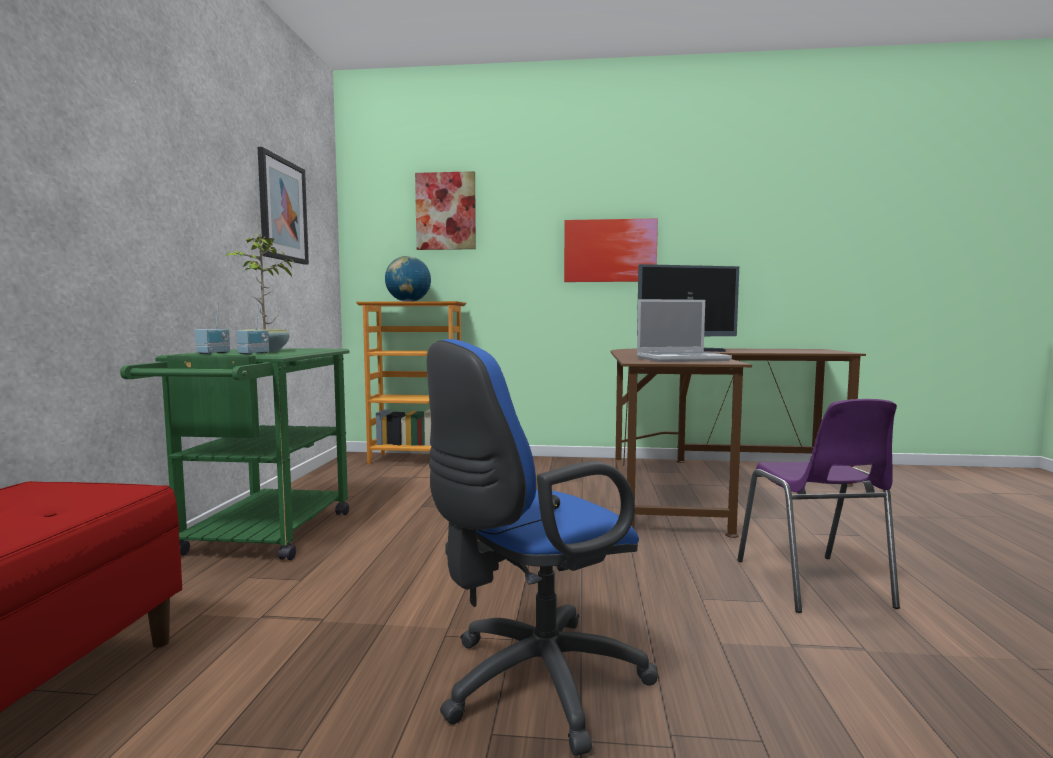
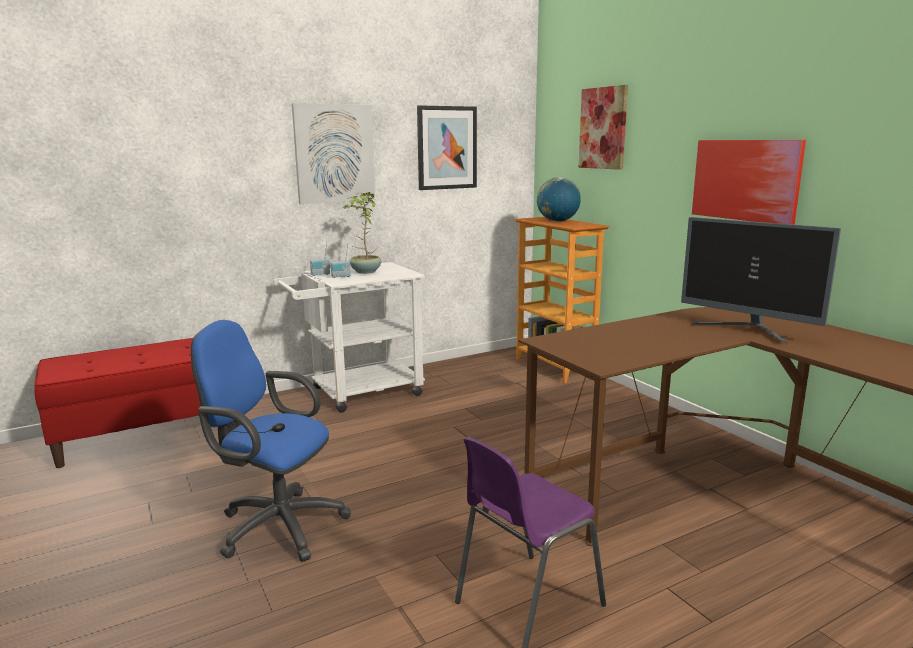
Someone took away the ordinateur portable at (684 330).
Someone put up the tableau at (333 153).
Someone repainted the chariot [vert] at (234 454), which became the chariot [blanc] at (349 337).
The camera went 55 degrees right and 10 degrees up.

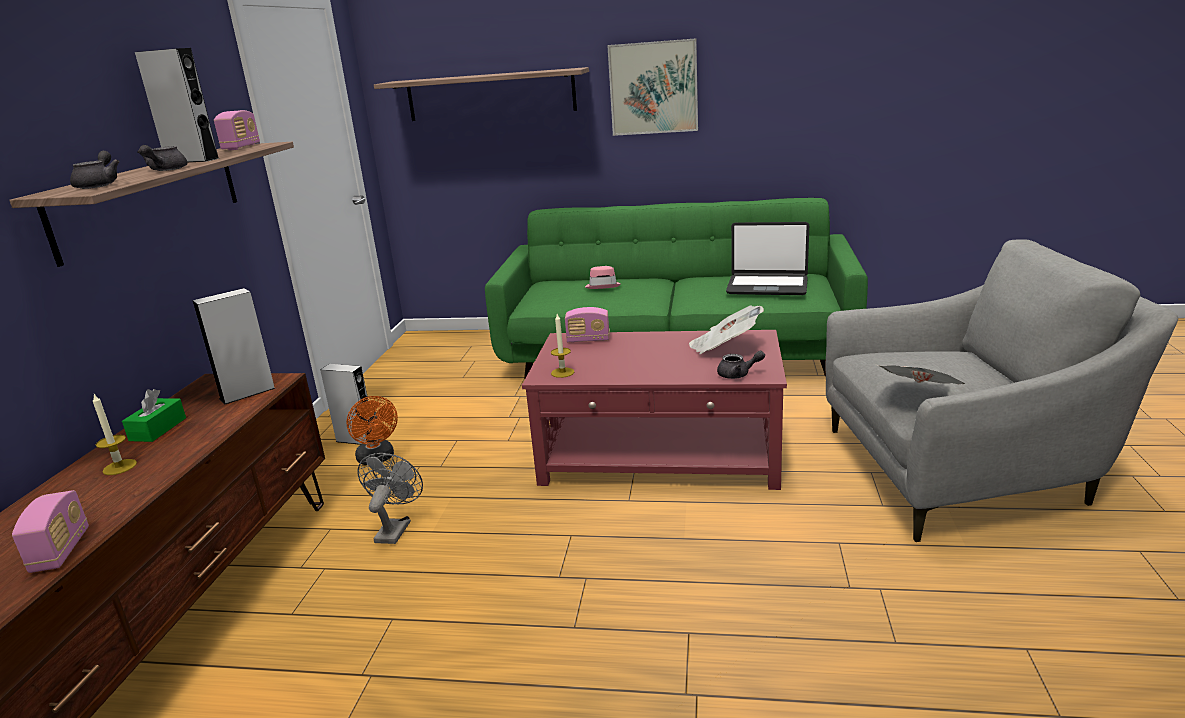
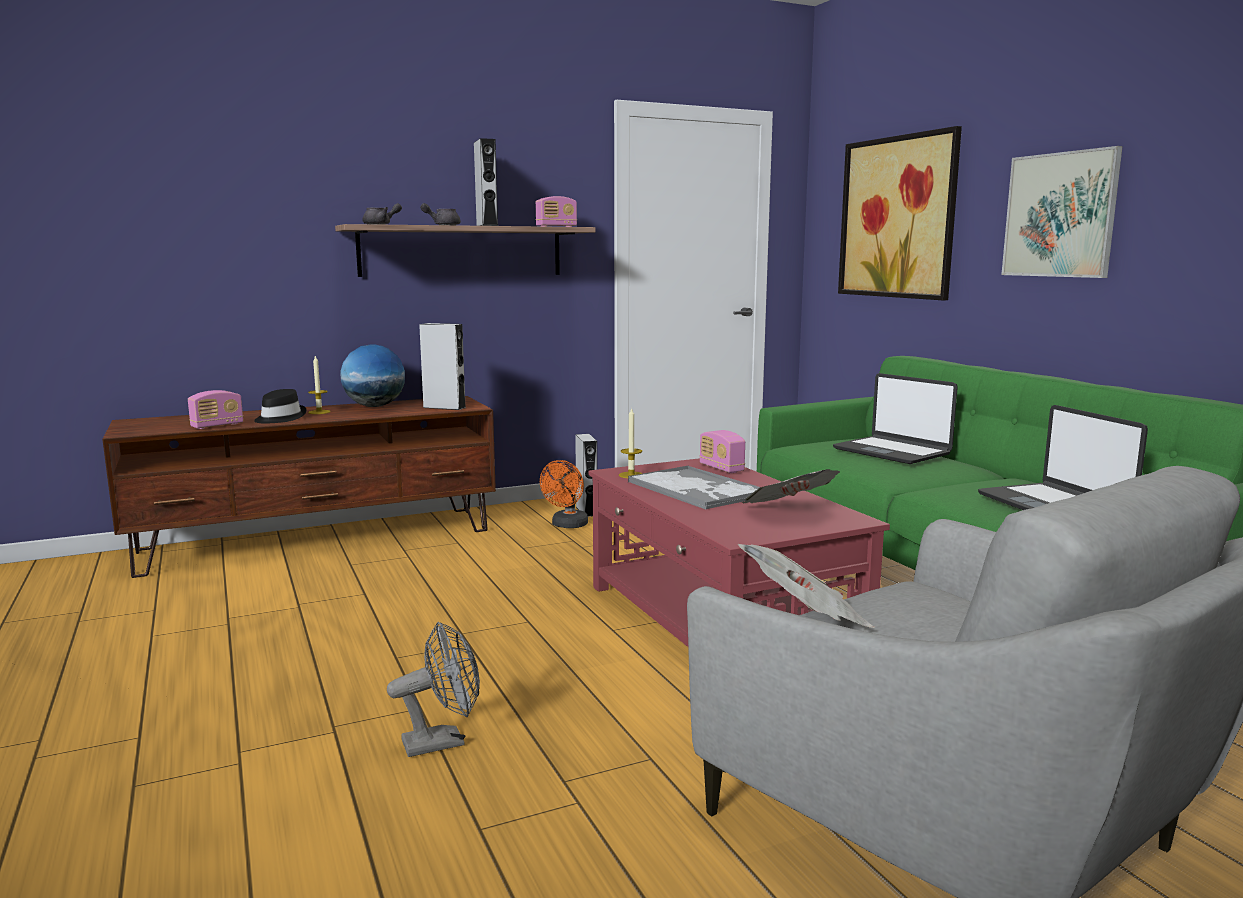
Someone took away the théière [gris] at (741 365).
Someone put down the chapeau [noir] at (280 406).
Someone put down the plateau at (694 487).
Someone carried the ventilateur [gris] from (390 498) to (433 689).
Someone swapped the boîte à mouchoirs [vert] at (154 415) for the globe at (373 376).
Someone swapped the étagère at (481 94) for the tableau at (900 213).
Someone swapped the chapeau [rose] at (603 277) for the ordinateur portable at (895 418).
The camera went 55 degrees right and 10 degrees down.

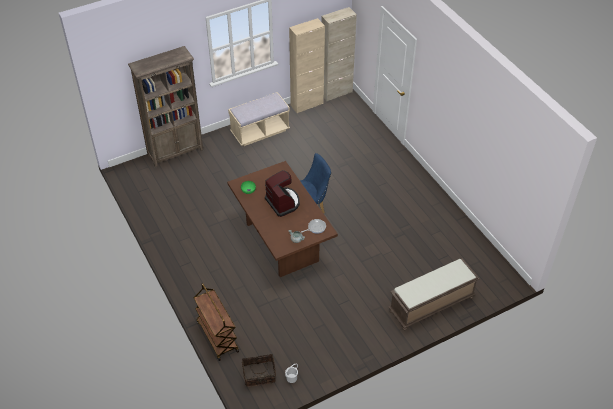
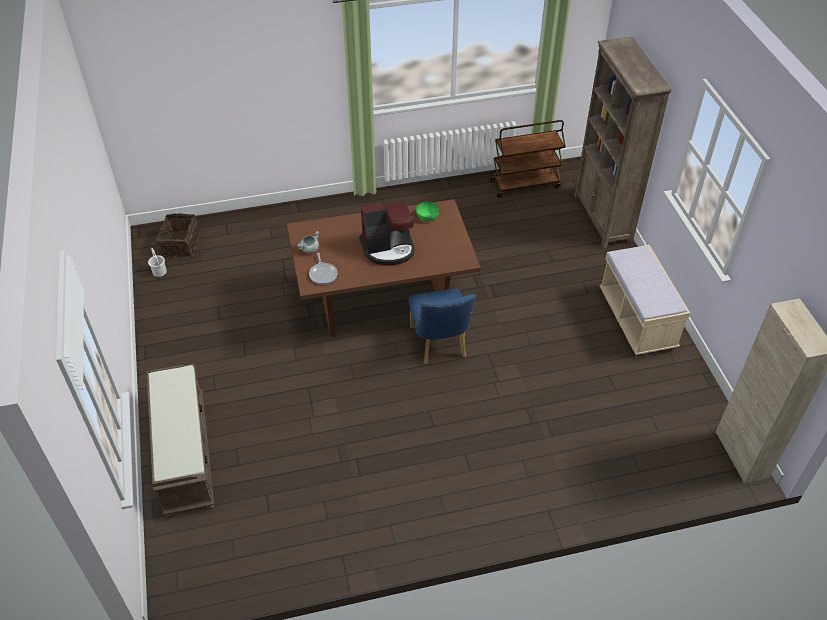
Someone took away the meuble de rangement [beige] at (307 65).
Someone carried the chariot [marron] from (216 322) to (528 159).
The camera went 105 degrees right and 0 degrees up.

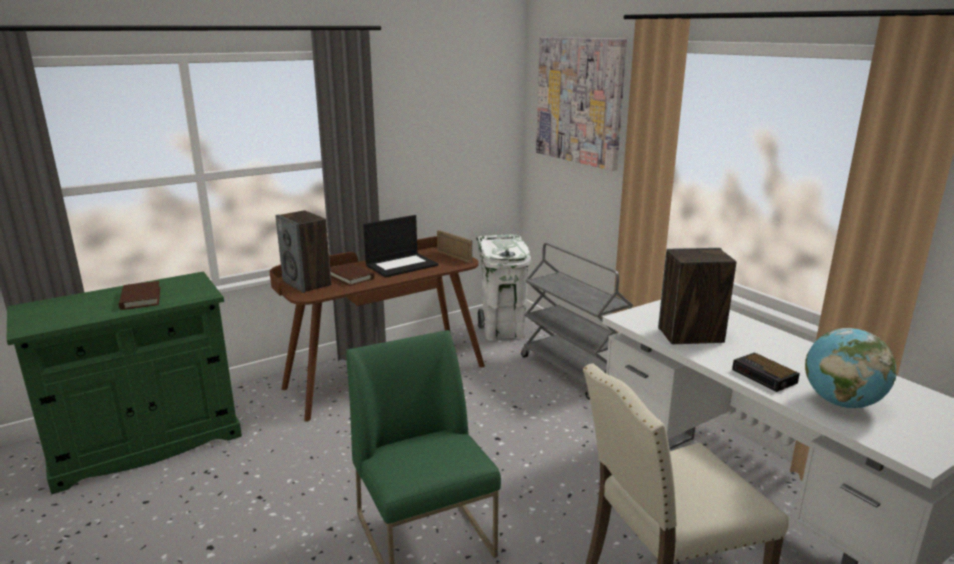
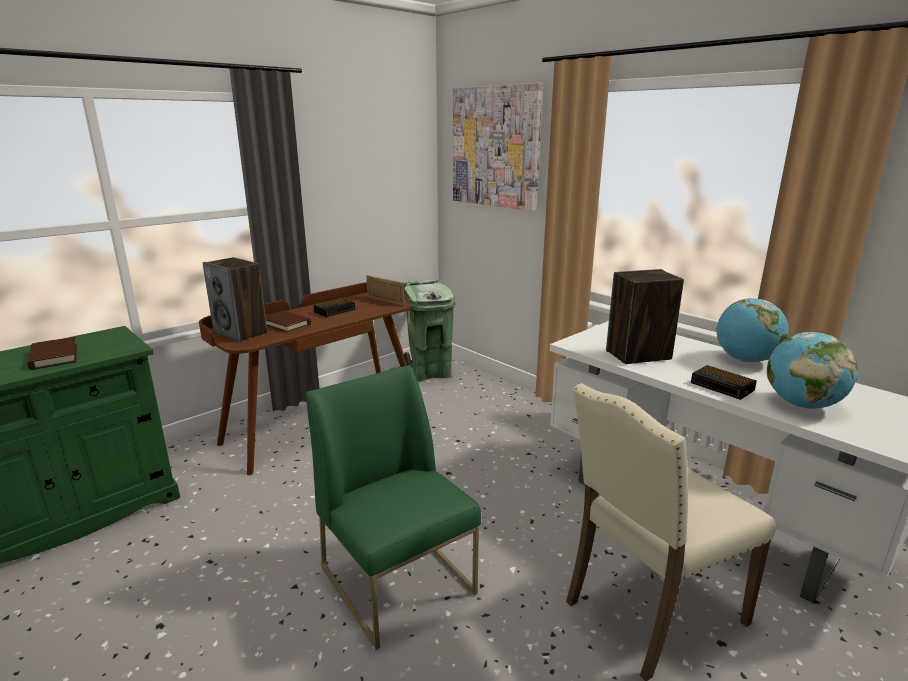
Someone took away the chariot [gris] at (577 321).
Someone put down the globe at (752 330).
Someone swapped the ordinateur portable at (400 246) for the réveil at (334 307).
Someone repainted the poubelle [blanc] at (503 287), which became the poubelle [vert] at (430 330).
The camera went 10 degrees left and 0 degrees up.

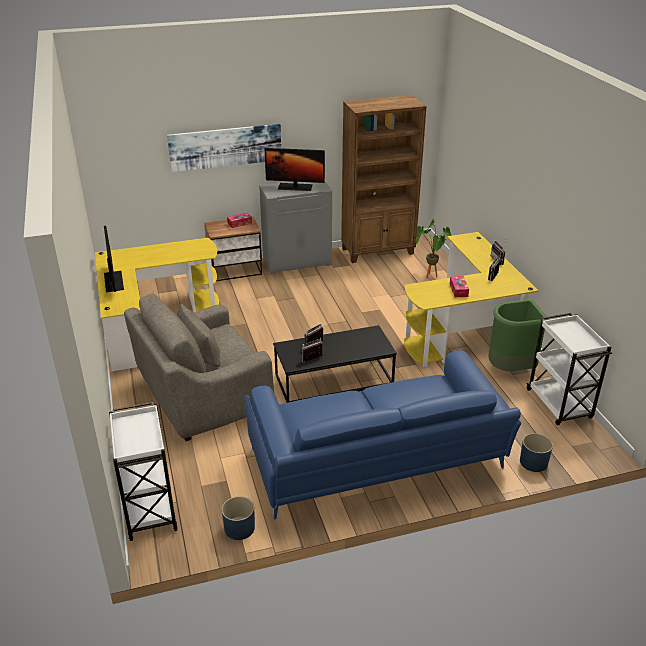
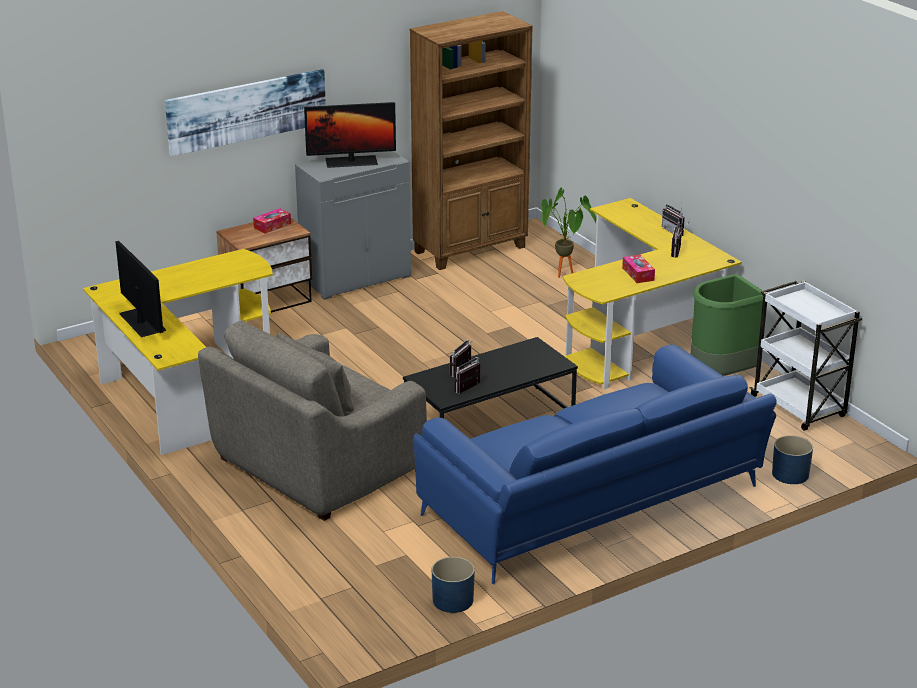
Someone took away the chariot [blanc] at (143 471).
The camera went 15 degrees left and 5 degrees down.

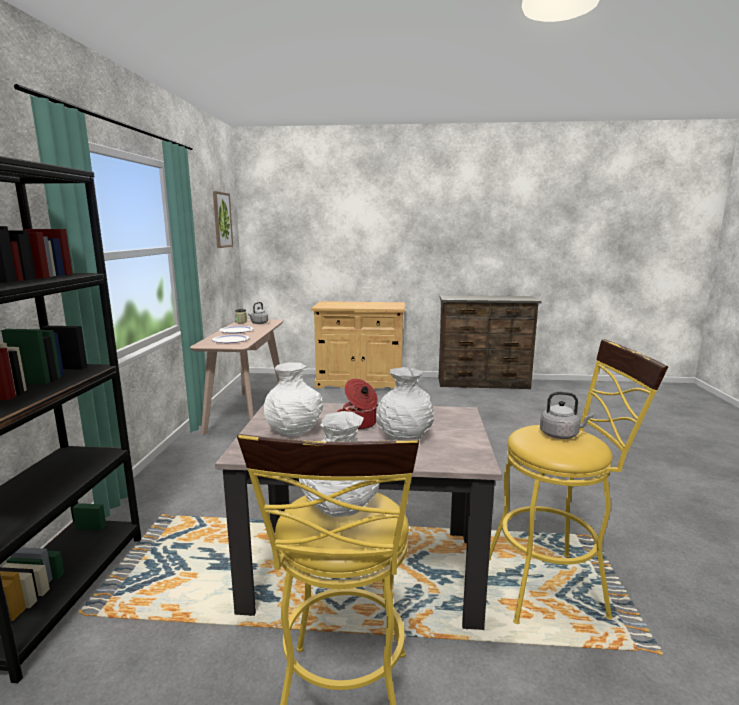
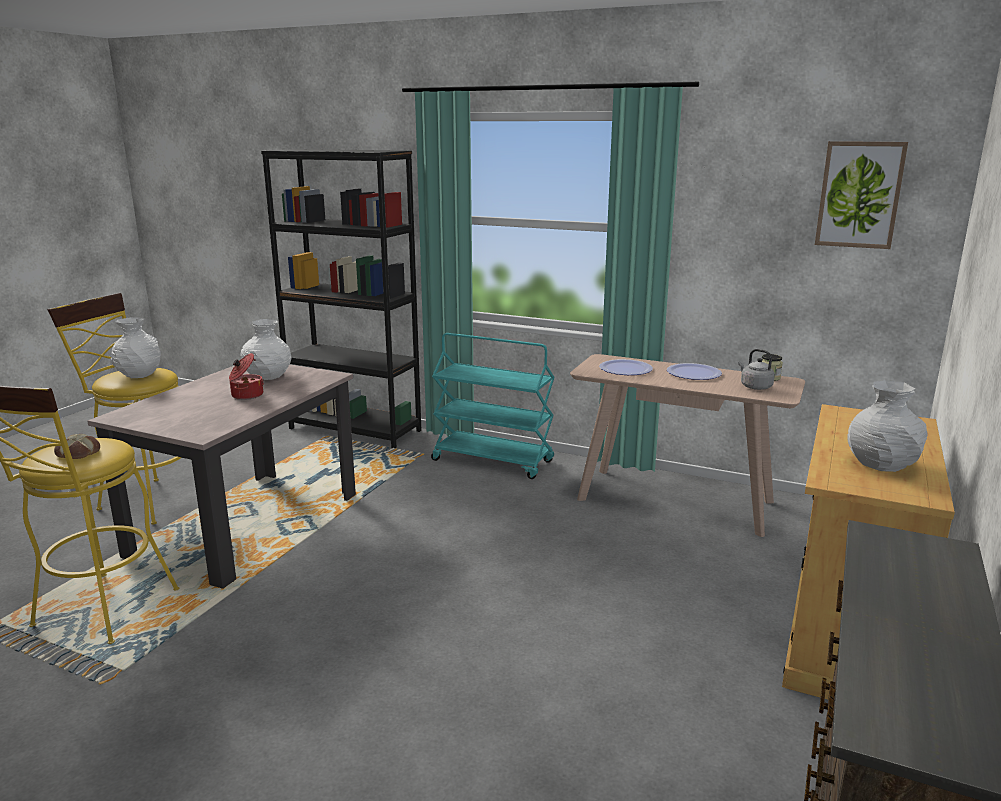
Someone put down the chariot [turquoise] at (493 406).
Someone carried the vase [blanc] from (405 403) to (888 426).
Someone swapped the bouilloire [gris] at (566 415) for the pain at (77 446).
The camera went 110 degrees right and 5 degrees up.

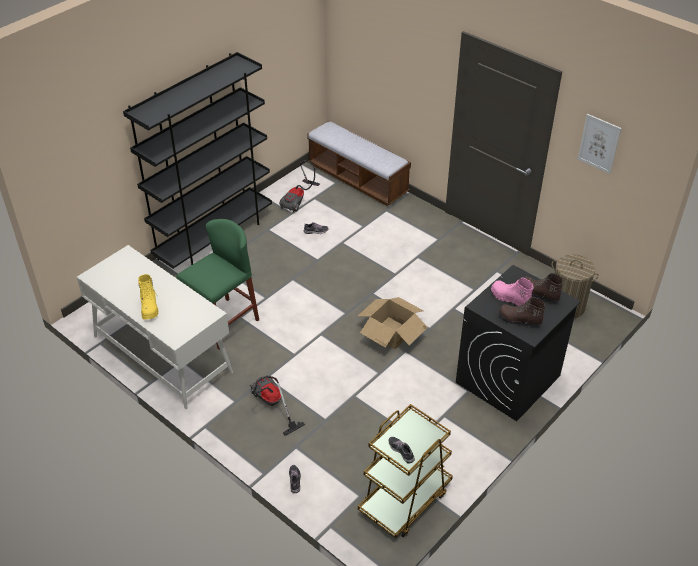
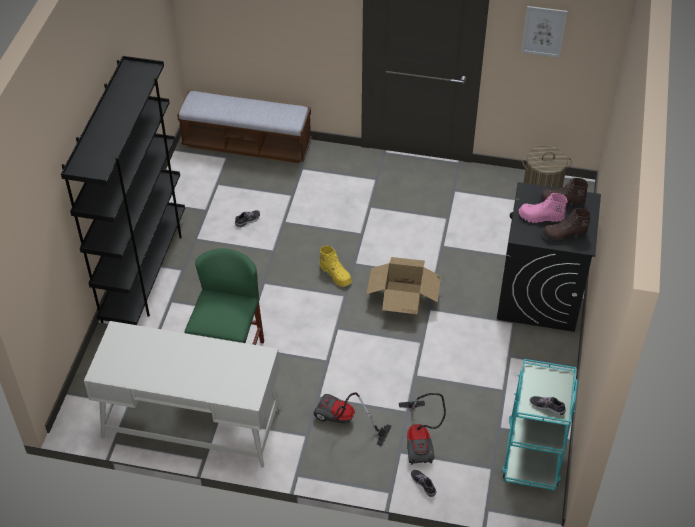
Someone carried the botte [jaune] from (148 297) to (335 266).
Someone carried the aspirateur from (299 186) to (422 429).
Someone repainted the chariot [marron] at (405 471), which became the chariot [turquoise] at (540 425).
The camera went 30 degrees left and 5 degrees up.

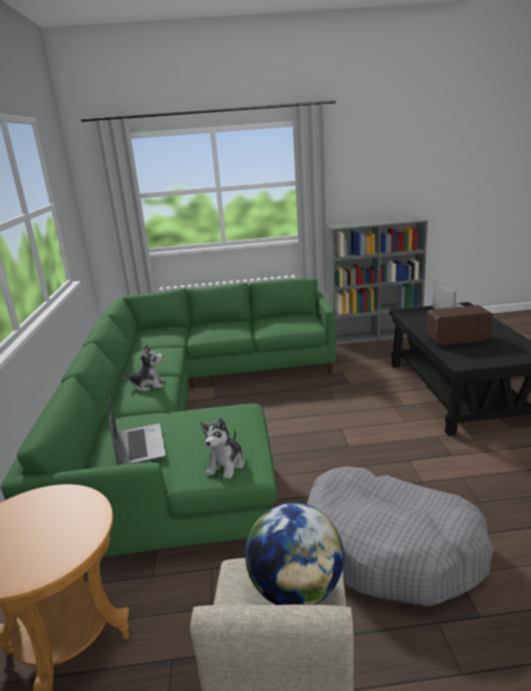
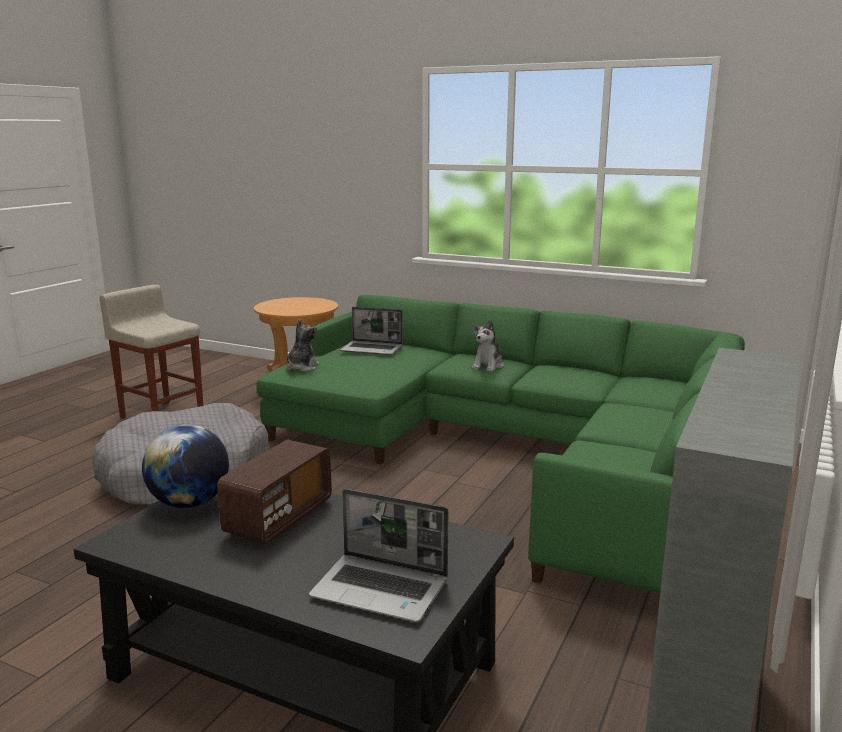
Someone carried the globe from (294 554) to (185 466).
Someone rotated the peluche at (222 448) by 60 degrees clockwise.
The camera went 120 degrees right and 5 degrees down.

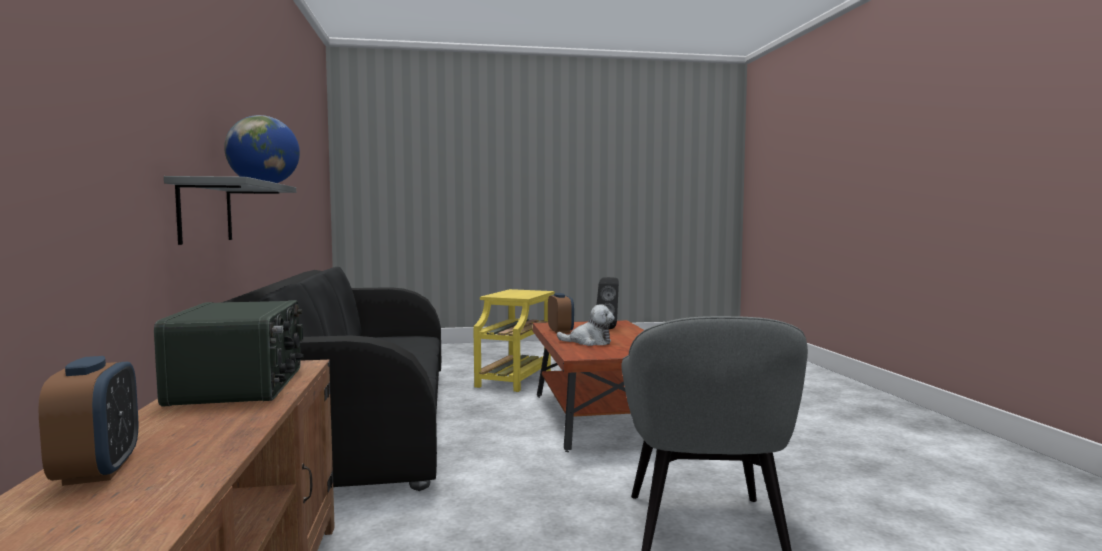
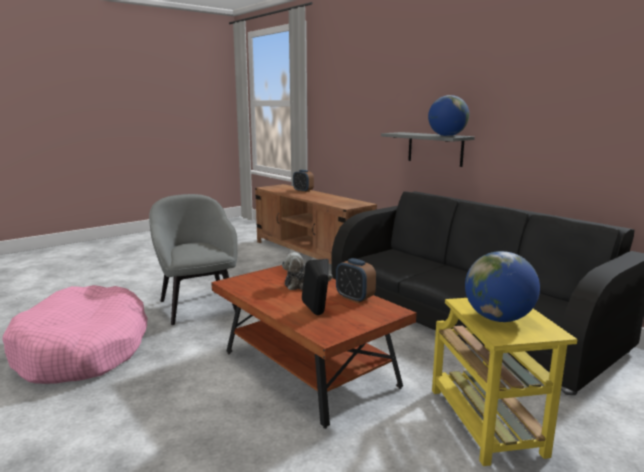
Someone took away the radio at (229 353).
Someone put down the panier pour chien [rose] at (74 334).
Someone put down the globe at (502 286).
The camera went 150 degrees right and 10 degrees up.

